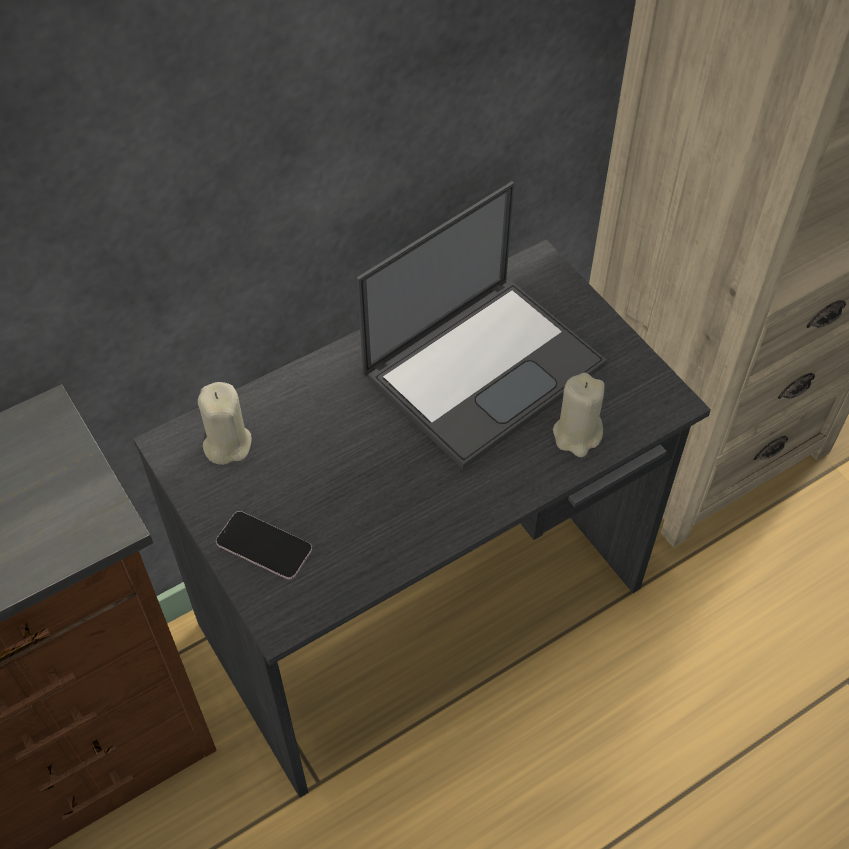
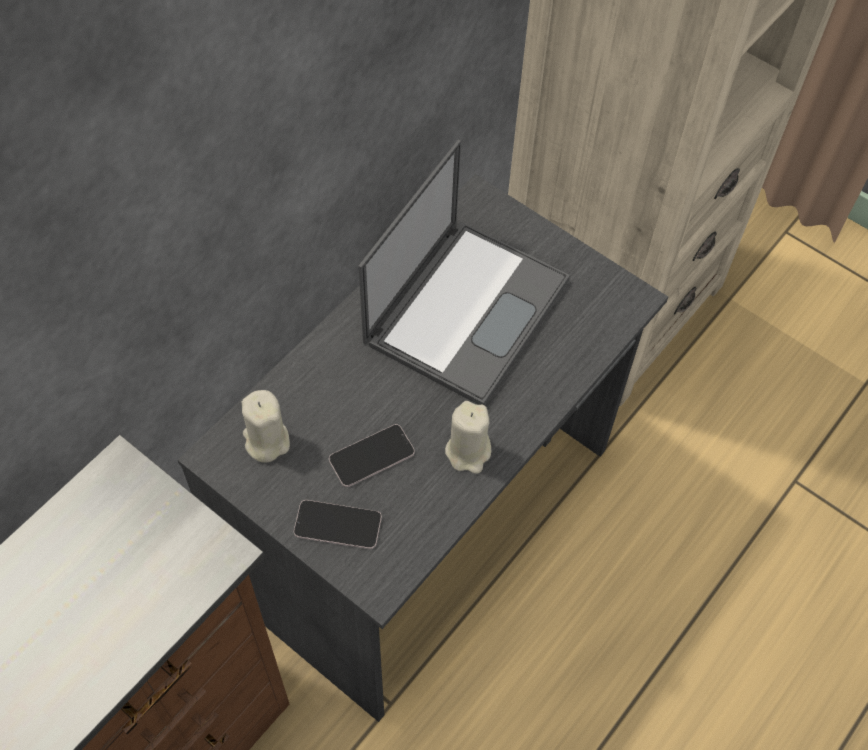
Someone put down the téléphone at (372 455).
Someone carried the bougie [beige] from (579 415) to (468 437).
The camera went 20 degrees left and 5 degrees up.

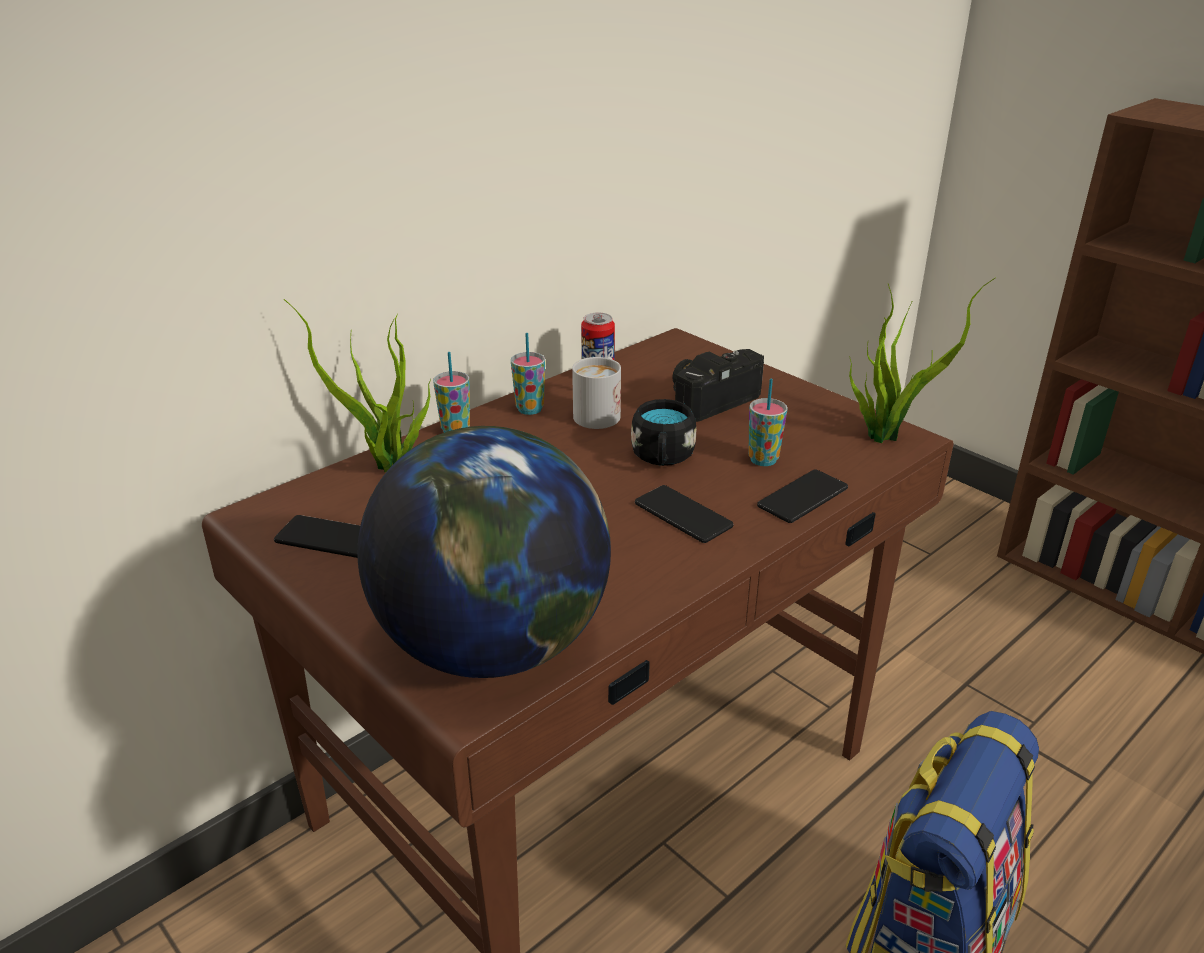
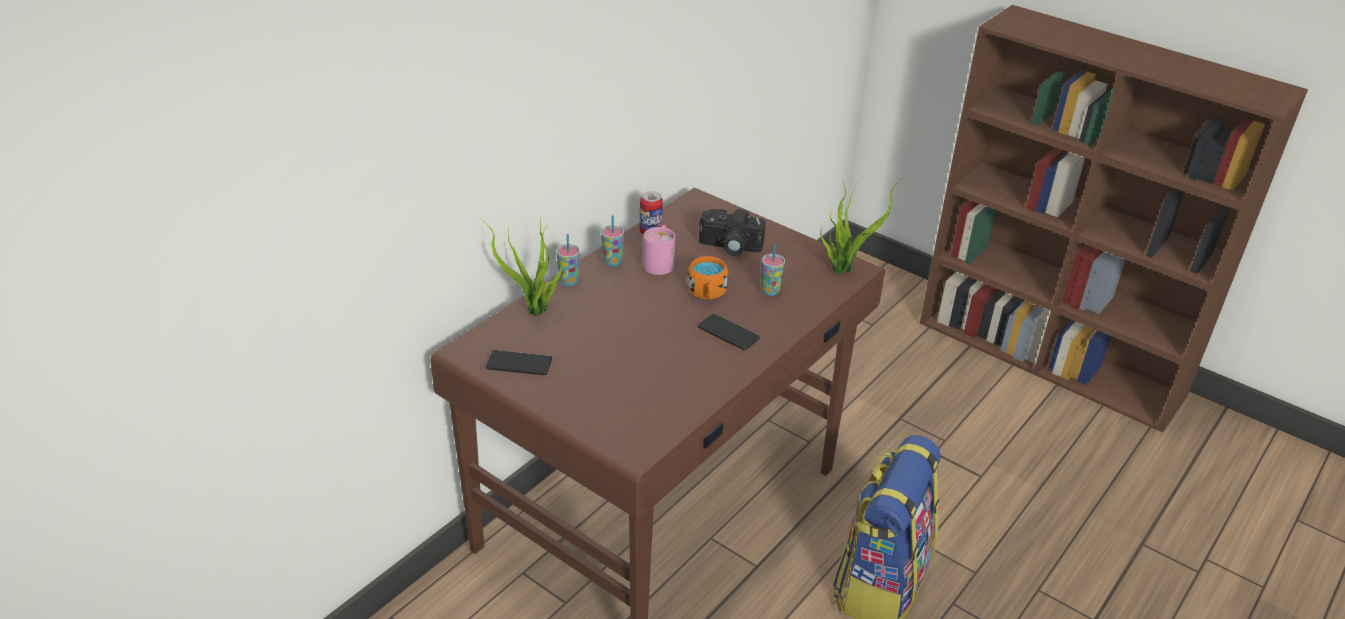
Someone took away the globe at (484 552).
Someone took away the téléphone at (802 496).
Someone repainted the mug [blanc] at (596 393), which became the mug [rose] at (659 250).
Someone repainted the mug [noir] at (663 432), which became the mug [orange] at (707 278).
Someone rotated the appareil photo at (718 385) by 120 degrees counterclockwise.
The camera went 10 degrees left and 5 degrees up.

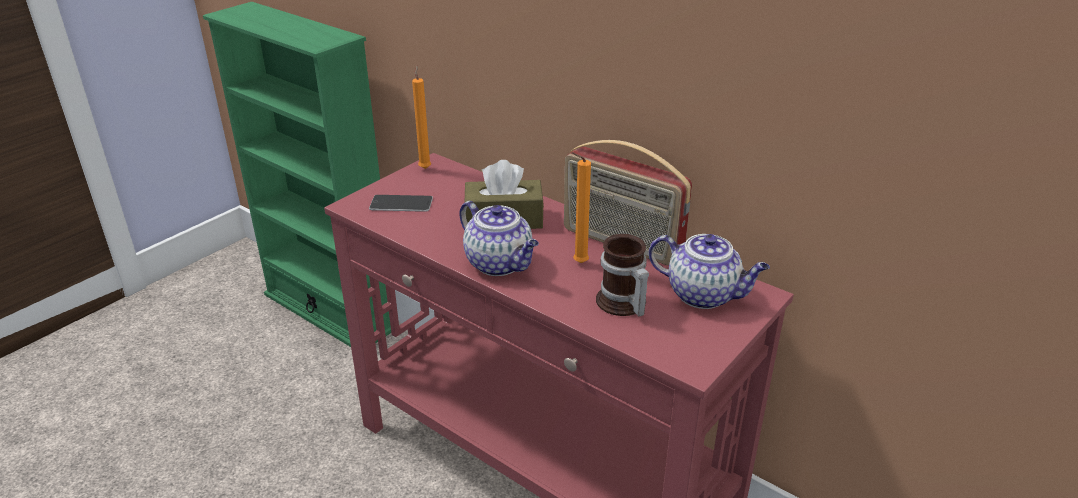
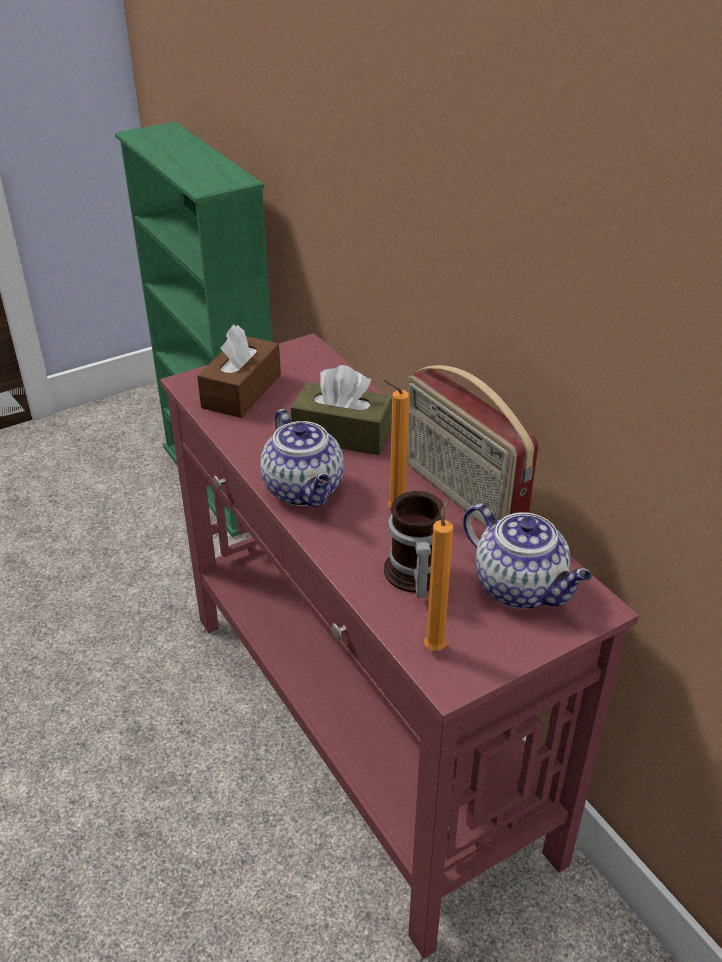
Someone carried the bougie [orange] from (421 117) to (438 574).
Someone swapped the téléphone at (401 203) for the boîte à mouchoirs [marron] at (239 371).
The camera went 20 degrees right and 5 degrees up.

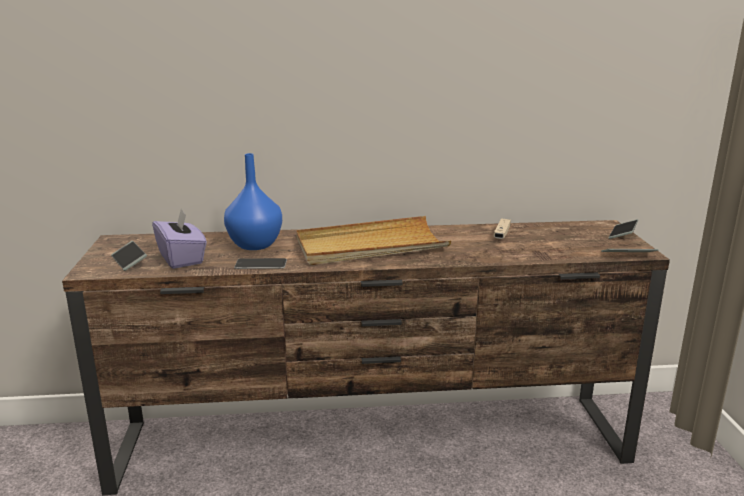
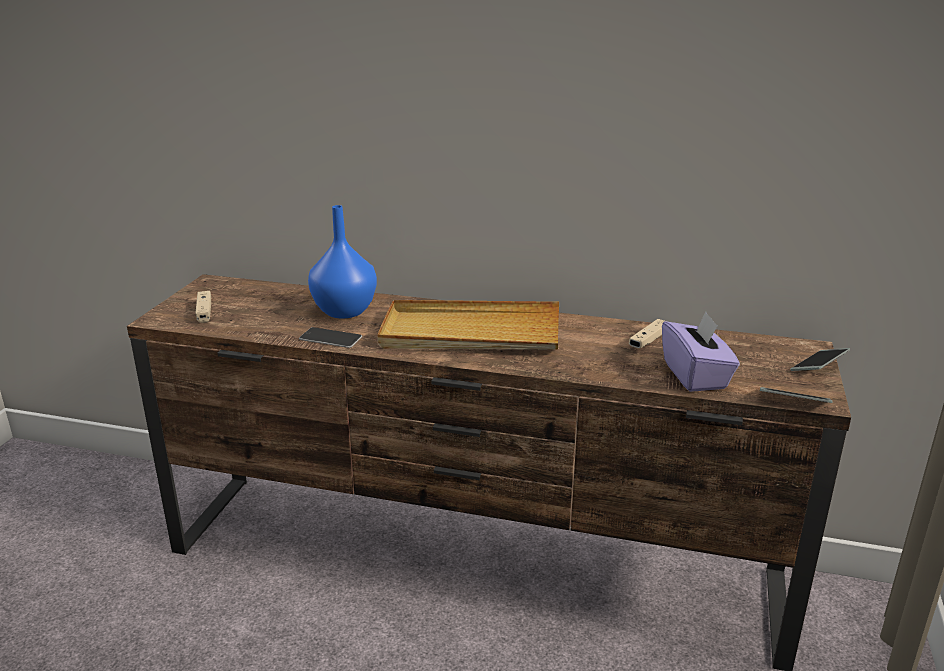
Someone carried the boîte à mouchoirs [violet] from (179 238) to (701 352).
Someone swapped the téléphone at (129 256) for the manette [beige] at (203 307).
The camera went 20 degrees right and 5 degrees up.

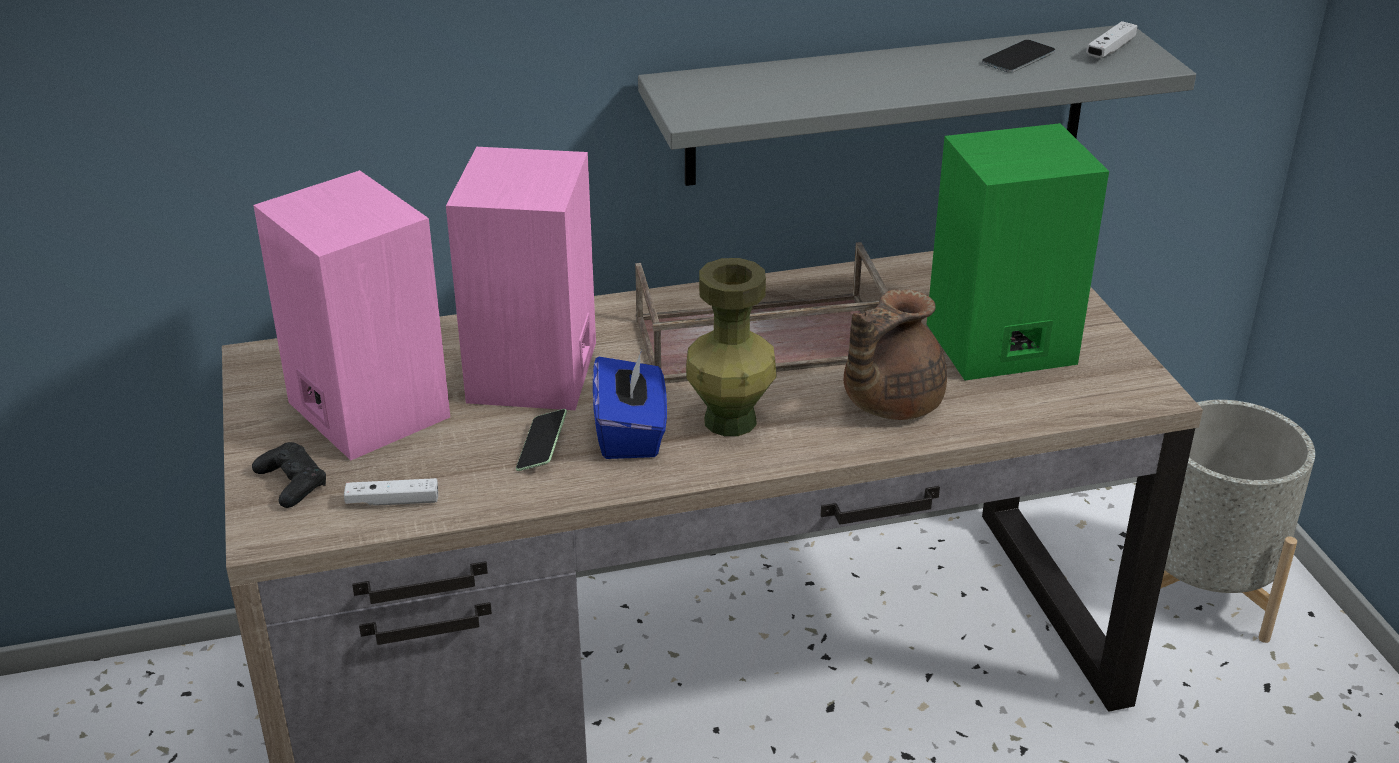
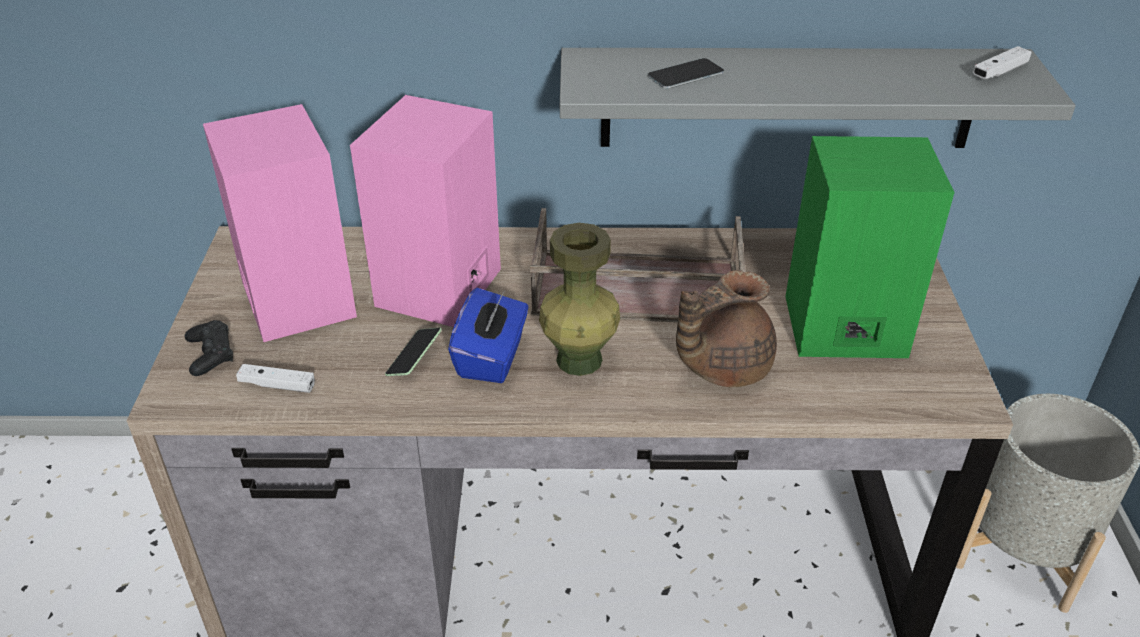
Someone carried the téléphone from (1018 56) to (686 73).
The camera went 15 degrees right and 5 degrees up.

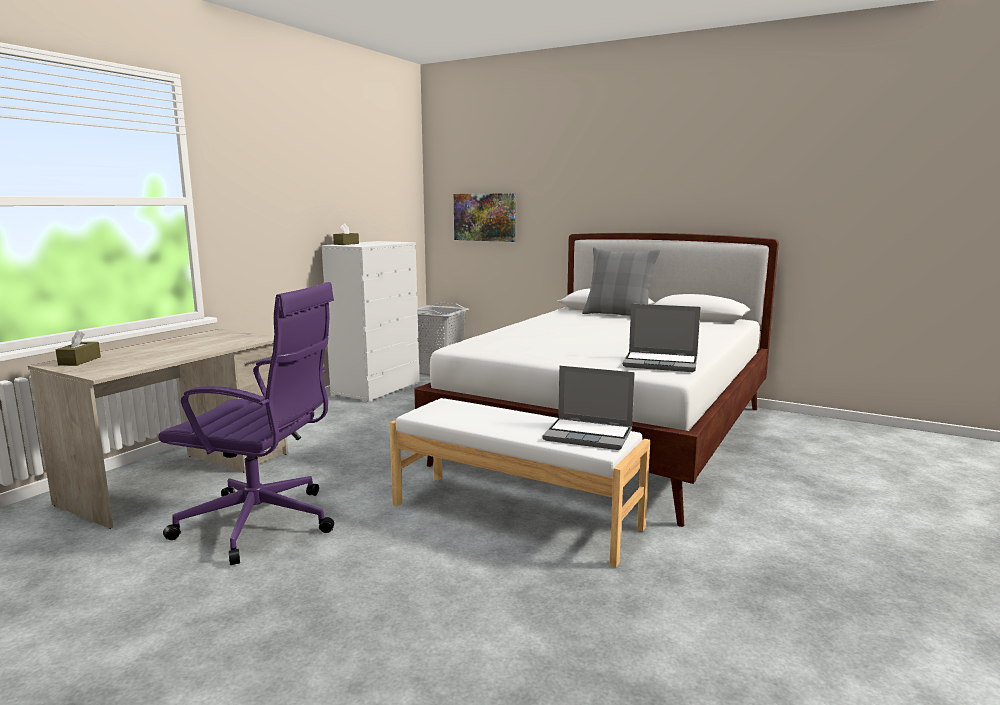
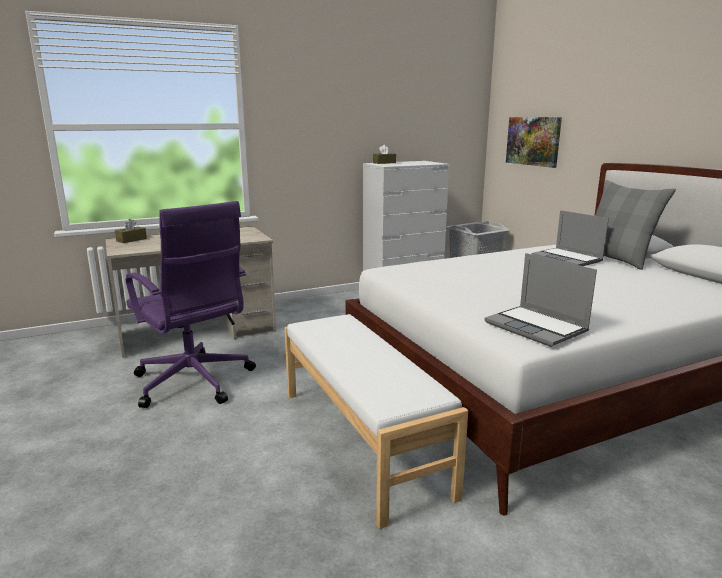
Someone carried the ordinateur portable from (589 408) to (570 238).
The camera went 35 degrees right and 5 degrees up.

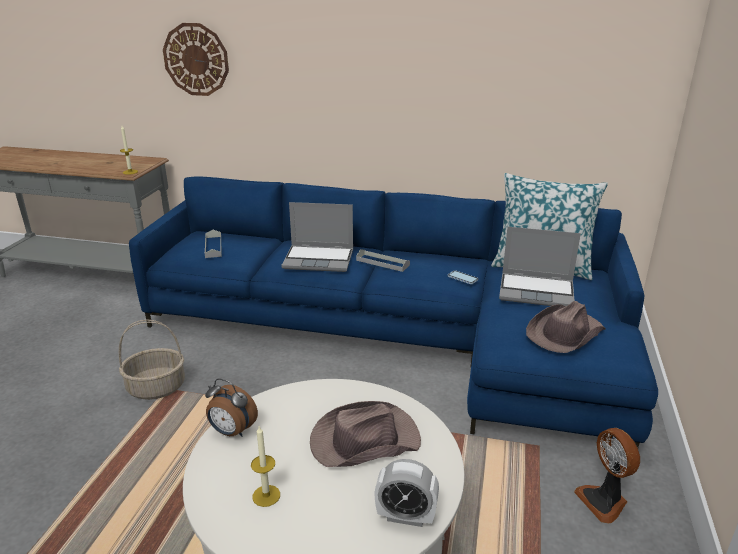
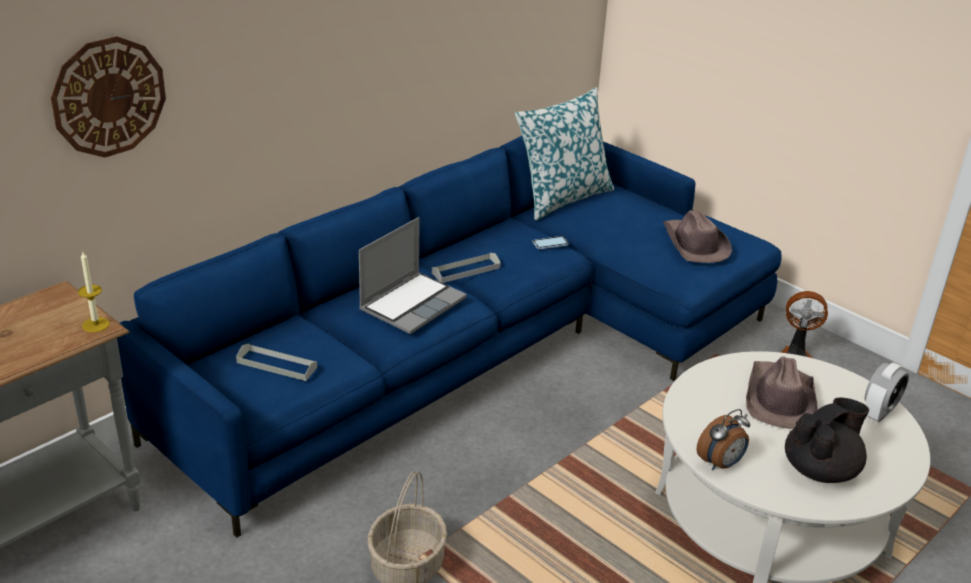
Someone took away the ordinateur portable at (540 266).
Someone swapped the bougie at (265 466) for the théière [noir] at (827 440).
The camera went 60 degrees left and 5 degrees up.

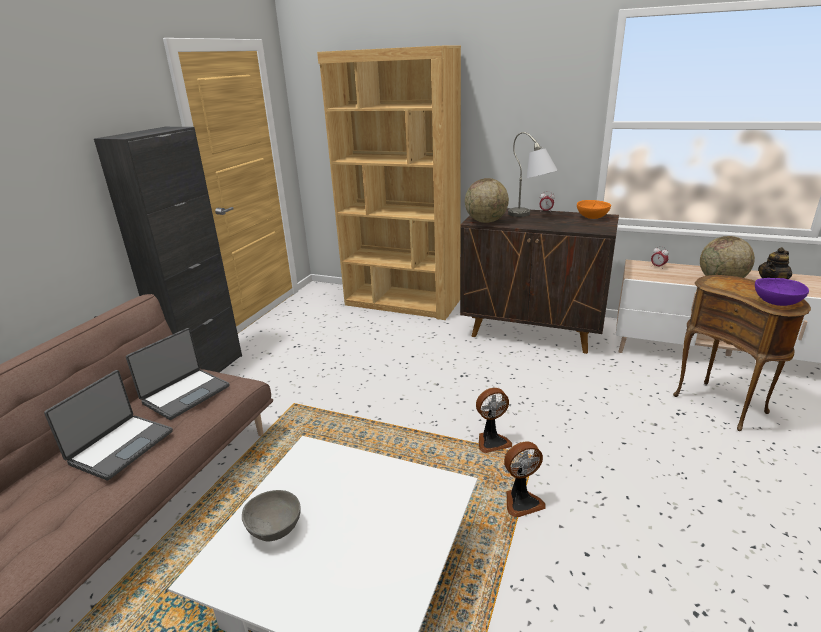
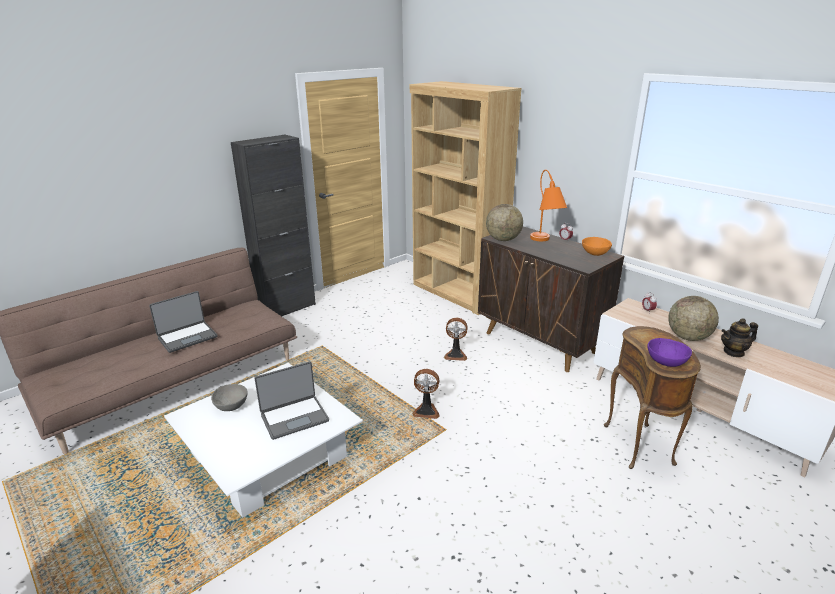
Someone carried the ordinateur portable from (177 374) to (291 400).
Someone carried the ventilateur from (525 479) to (456 339).
Someone repainted the lampe de table [gris] at (533 174), which became the lampe de table [orange] at (548 205).
The camera went 25 degrees right and 0 degrees up.

